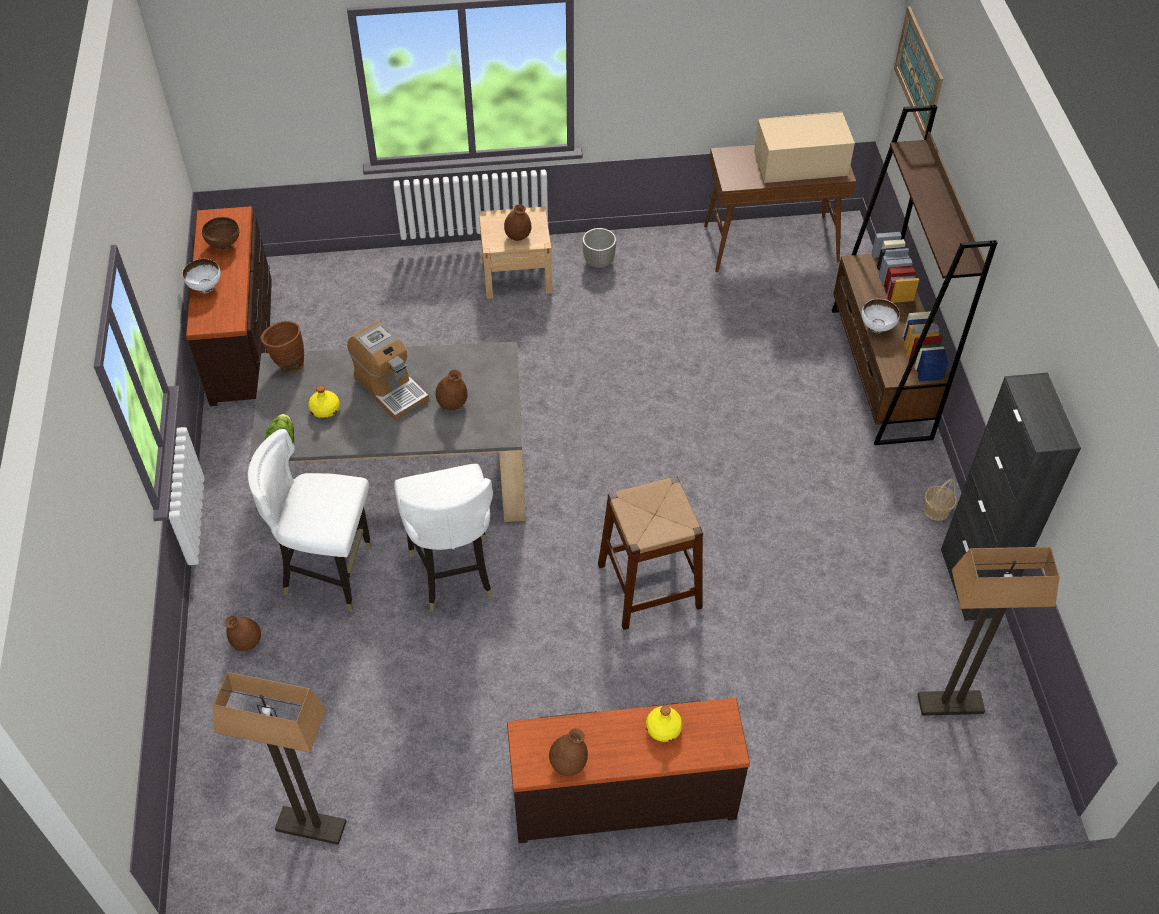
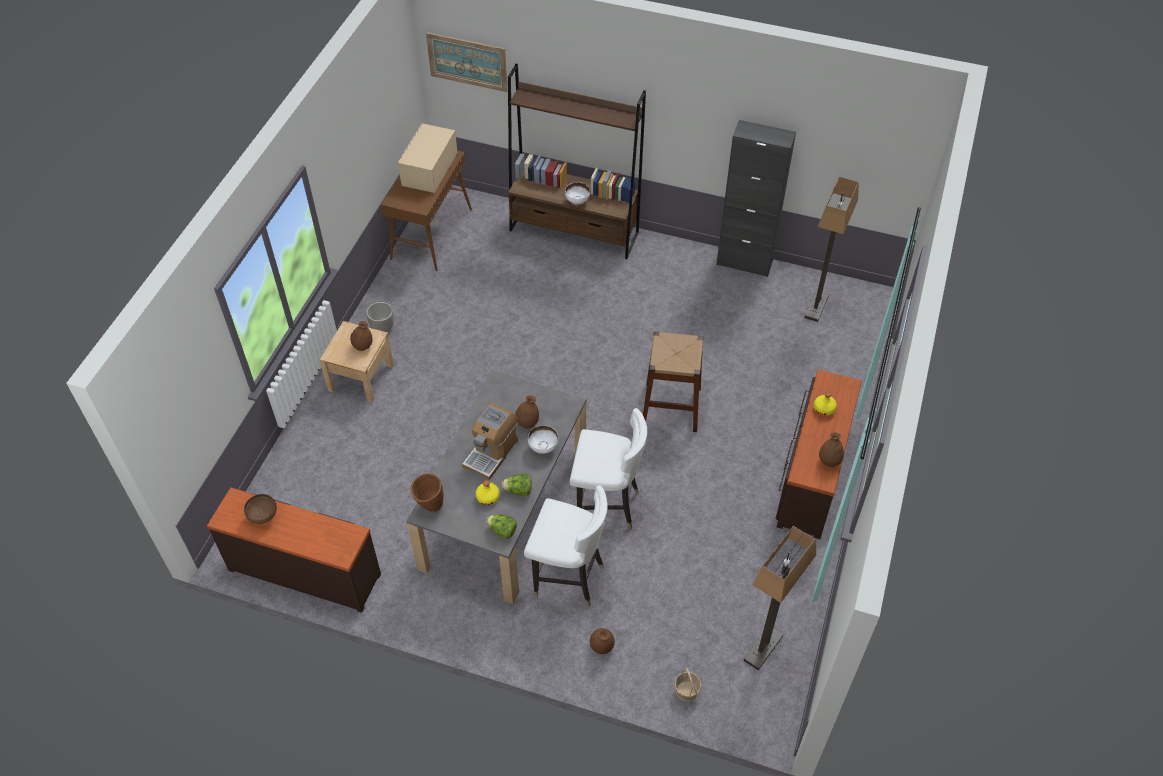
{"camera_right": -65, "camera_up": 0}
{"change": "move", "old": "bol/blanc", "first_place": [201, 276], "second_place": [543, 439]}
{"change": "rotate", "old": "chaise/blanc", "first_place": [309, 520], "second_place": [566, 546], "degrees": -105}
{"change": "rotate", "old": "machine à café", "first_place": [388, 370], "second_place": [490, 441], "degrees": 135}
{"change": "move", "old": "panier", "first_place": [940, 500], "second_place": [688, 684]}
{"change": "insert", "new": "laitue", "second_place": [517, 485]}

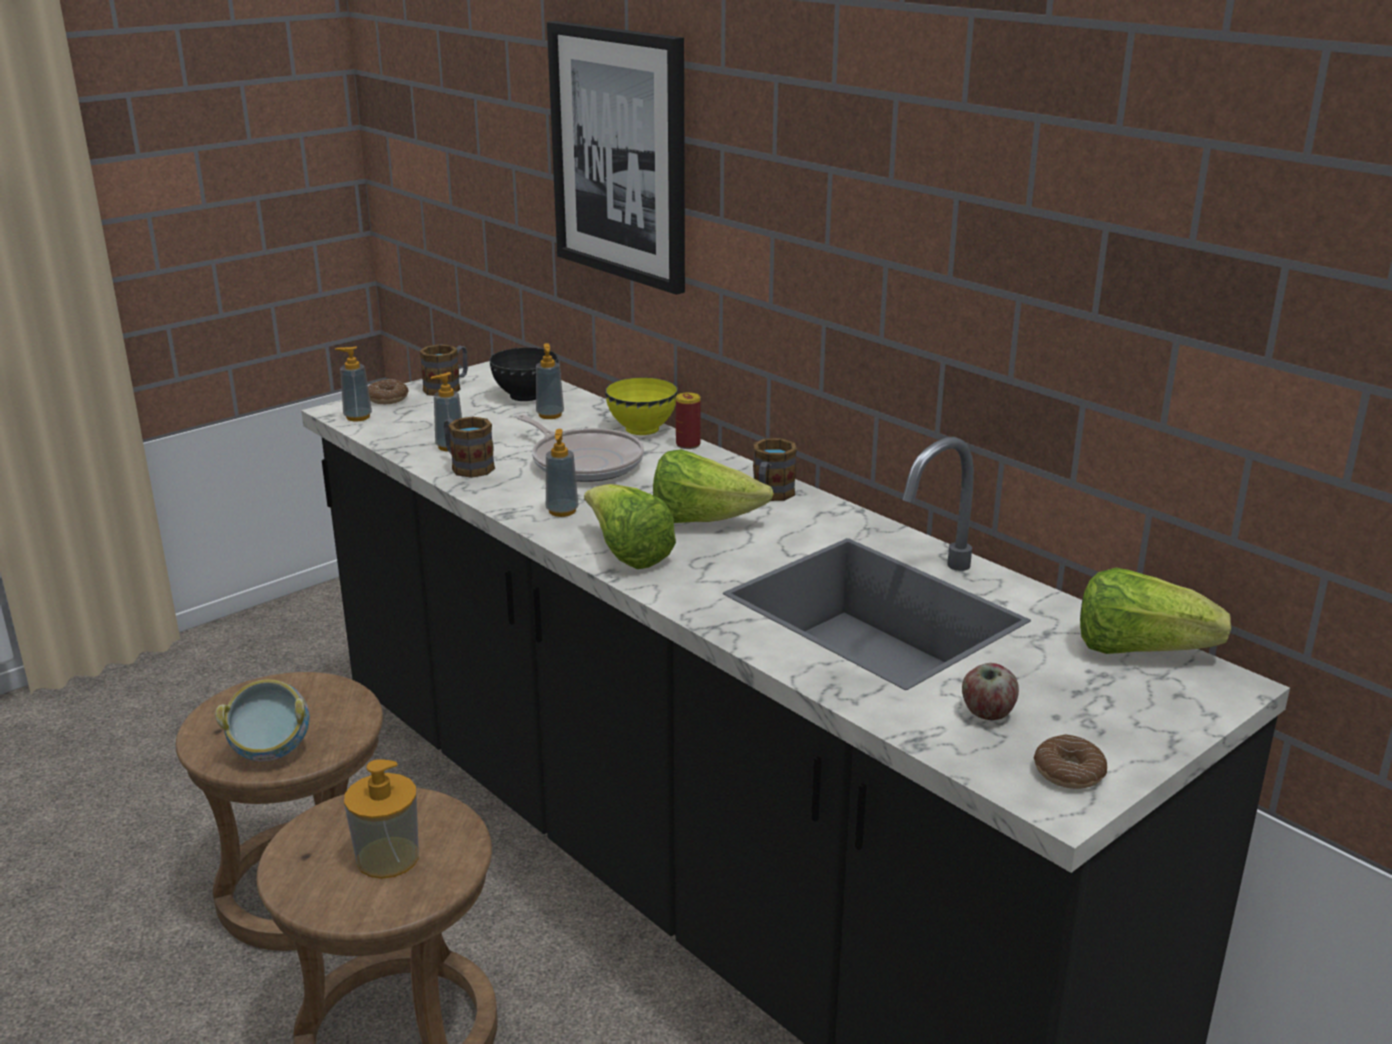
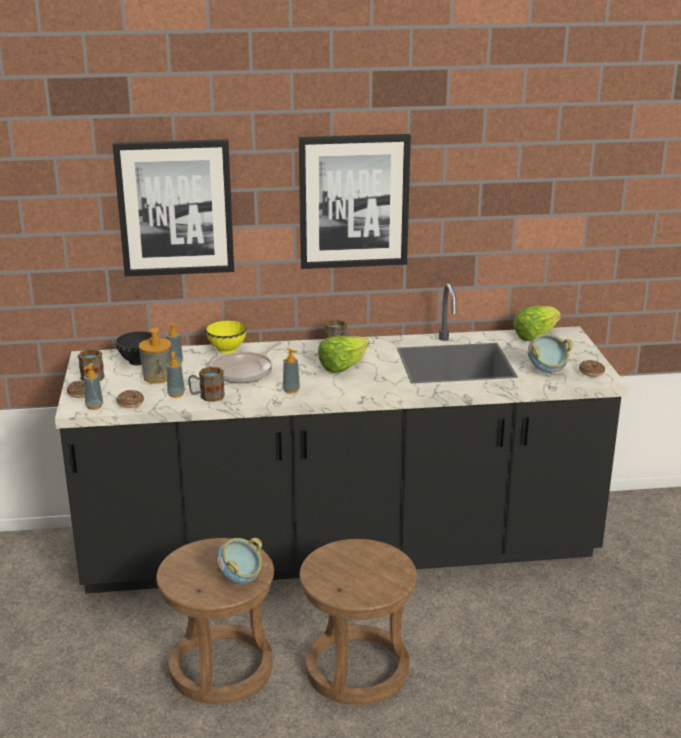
{"camera_right": -55, "camera_up": 0}
{"change": "move", "old": "distributeur de savon", "first_place": [381, 819], "second_place": [155, 355]}
{"change": "rotate", "old": "poêle", "first_place": [580, 448], "second_place": [246, 362], "degrees": 135}
{"change": "delete", "old": "laitue", "first_place": [630, 526]}
{"change": "delete", "old": "boîte métallique", "first_place": [688, 420]}
{"change": "replace", "old": "pomme", "new": "bol", "first_place": [990, 691], "second_place": [550, 353]}
{"change": "insert", "new": "beignet", "second_place": [130, 399]}
{"change": "insert", "new": "tableau", "second_place": [355, 201]}

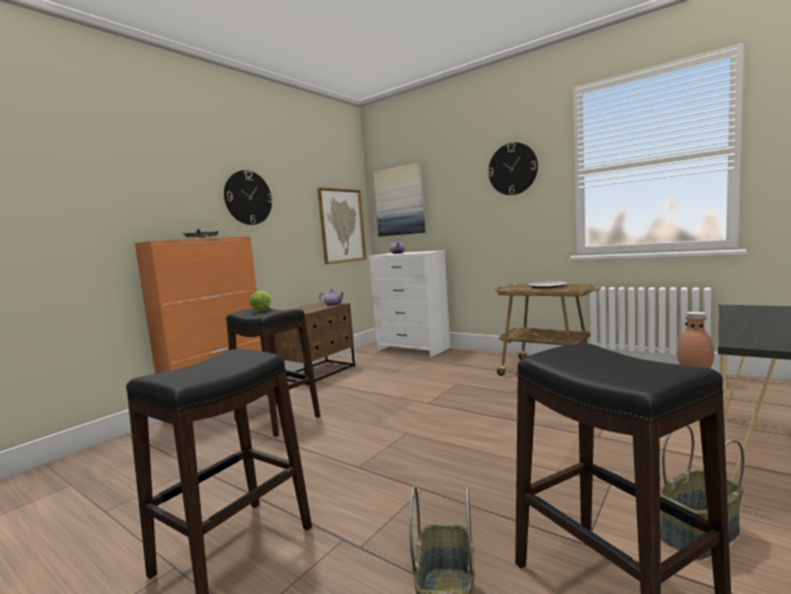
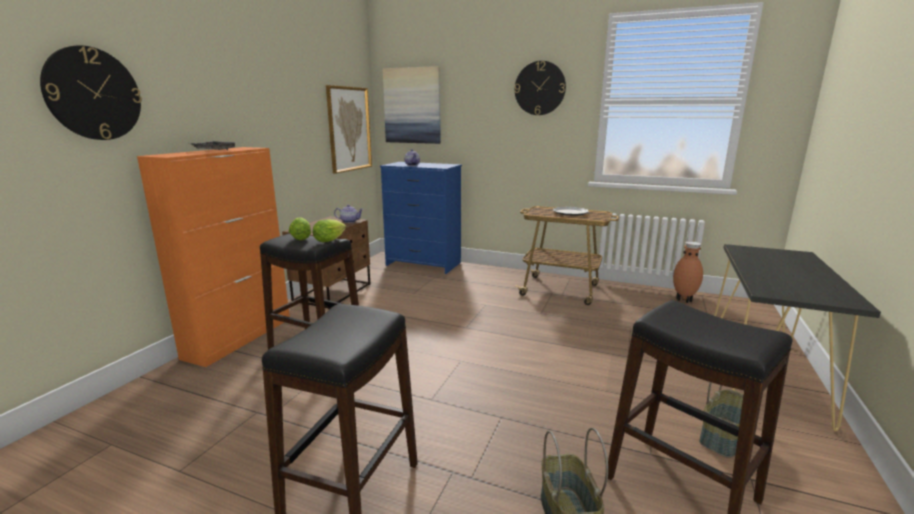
{"camera_right": -15, "camera_up": 10}
{"change": "move", "old": "horloge murale", "first_place": [248, 197], "second_place": [91, 92]}
{"change": "recolor", "old": "commode/blanc", "new": "commode/bleu", "first_place": [410, 303], "second_place": [421, 218]}
{"change": "insert", "new": "laitue", "second_place": [329, 230]}

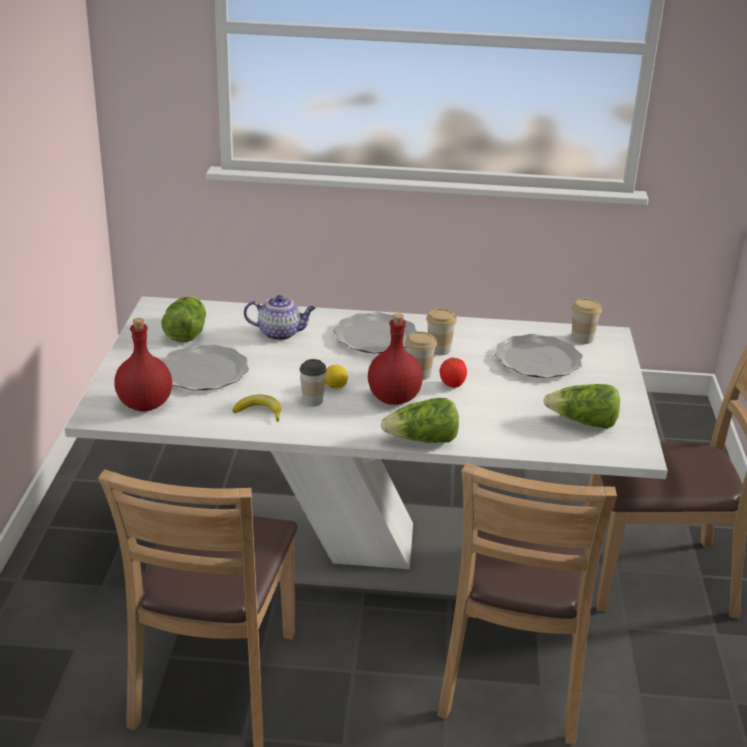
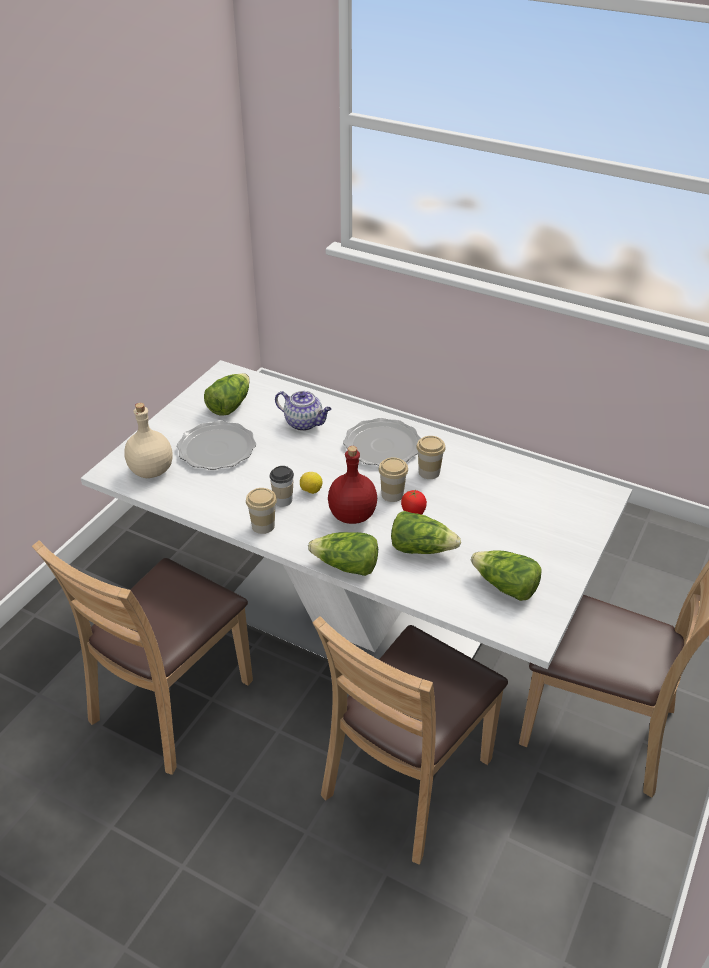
{"camera_right": 25, "camera_up": 10}
{"change": "recolor", "old": "bouteille/rouge", "new": "bouteille/beige", "first_place": [143, 365], "second_place": [148, 440]}
{"change": "delete", "old": "banane", "first_place": [257, 408]}
{"change": "delete", "old": "assiette", "first_place": [539, 356]}
{"change": "move", "old": "tasse", "first_place": [586, 321], "second_place": [261, 511]}
{"change": "insert", "new": "laitue", "second_place": [426, 532]}

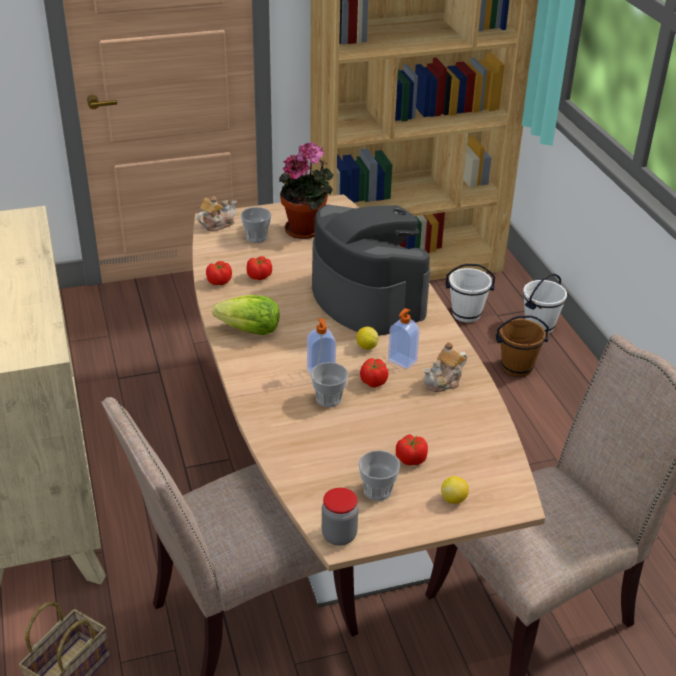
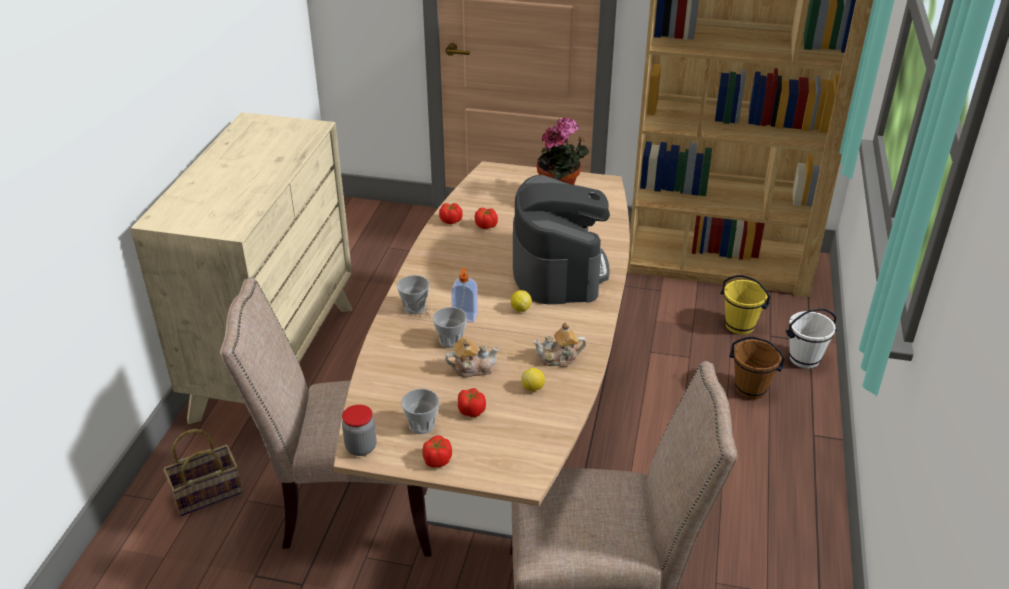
{"camera_right": 30, "camera_up": 0}
{"change": "move", "old": "théière", "first_place": [217, 214], "second_place": [472, 357]}
{"change": "delete", "old": "laitue", "first_place": [246, 315]}
{"change": "move", "old": "tasse", "first_place": [256, 225], "second_place": [413, 294]}
{"change": "move", "old": "tomate", "first_place": [374, 372], "second_place": [437, 451]}
{"change": "delete", "old": "distributeur de savon", "first_place": [404, 338]}
{"change": "move", "old": "citron", "first_place": [455, 490], "second_place": [533, 379]}
{"change": "recolor", "old": "seau/blanc", "new": "seau/jaune", "first_place": [470, 293], "second_place": [745, 305]}

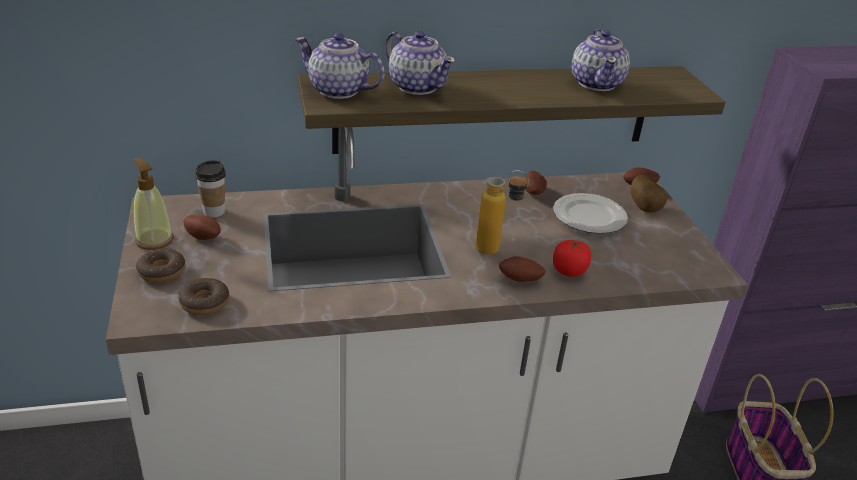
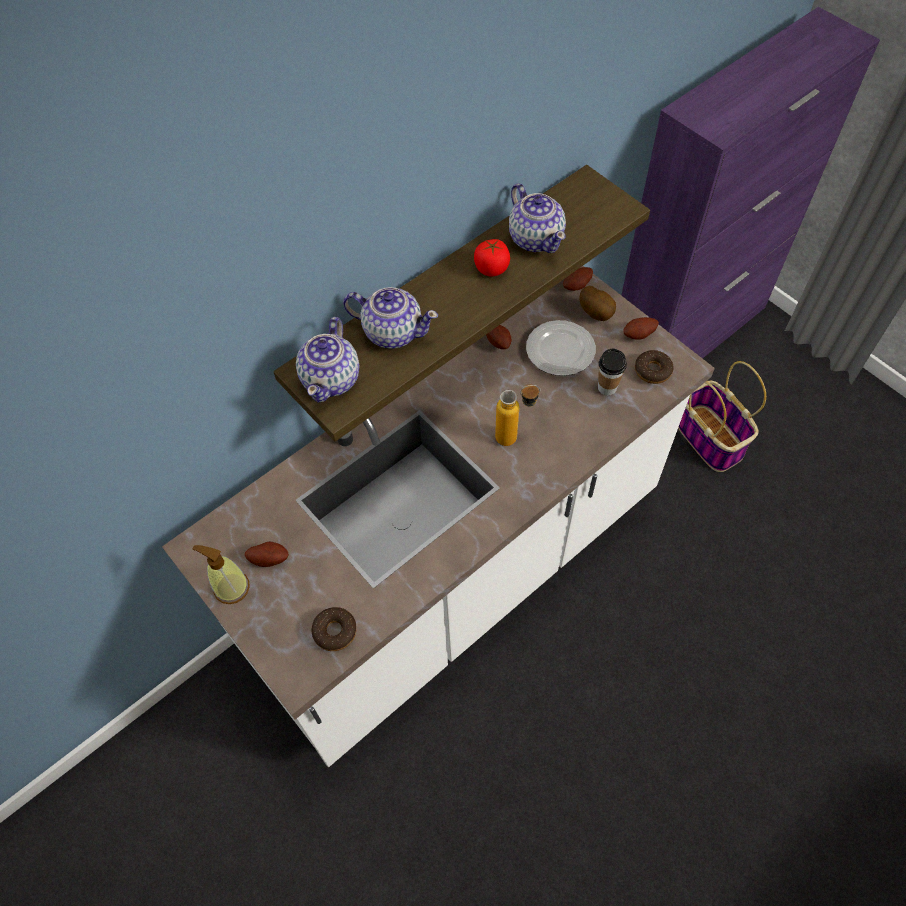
{"camera_right": -25, "camera_up": 25}
{"change": "move", "old": "beignet", "first_place": [160, 265], "second_place": [654, 367]}
{"change": "move", "old": "tasse", "first_place": [210, 189], "second_place": [612, 371]}
{"change": "rotate", "old": "théière", "first_place": [340, 66], "second_place": [327, 360], "degrees": -75}
{"change": "move", "old": "pomme de terre", "first_place": [522, 269], "second_place": [641, 328]}
{"change": "move", "old": "tomate", "first_place": [572, 258], "second_place": [492, 257]}

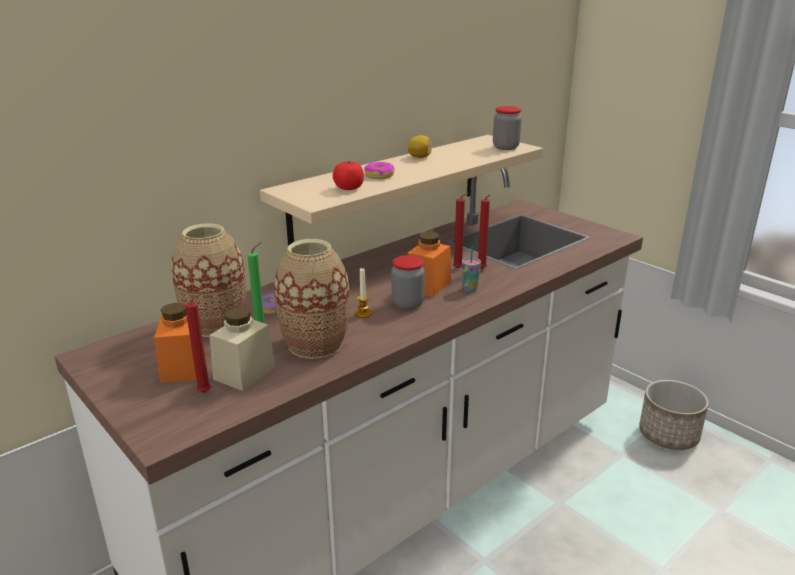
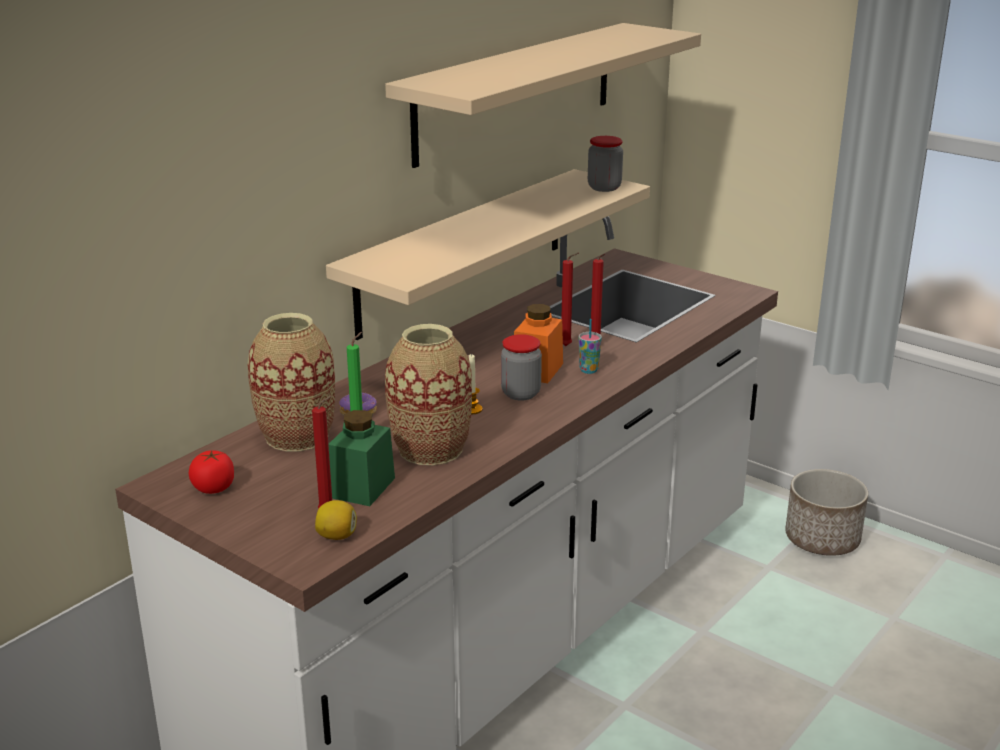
{"camera_right": -10, "camera_up": 0}
{"change": "delete", "old": "bocal/orange", "first_place": [179, 343]}
{"change": "recolor", "old": "bocal/beige", "new": "bocal/vert", "first_place": [242, 349], "second_place": [361, 458]}
{"change": "move", "old": "tomate", "first_place": [348, 175], "second_place": [211, 472]}
{"change": "delete", "old": "beignet", "first_place": [379, 170]}
{"change": "move", "old": "citron", "first_place": [420, 146], "second_place": [336, 520]}
{"change": "insert", "new": "étagère/beige", "second_place": [543, 95]}

